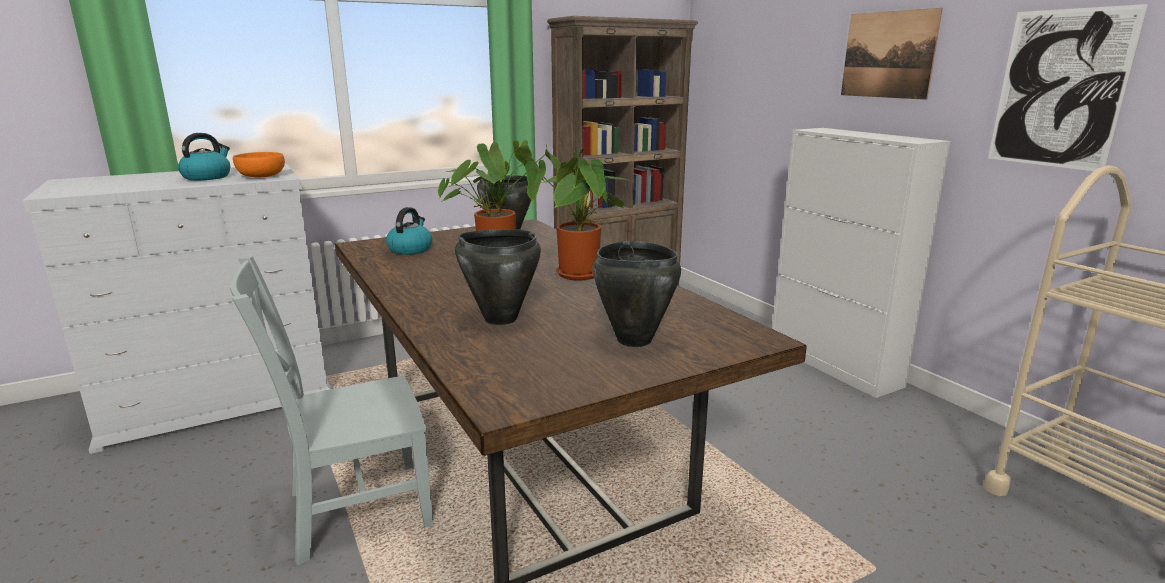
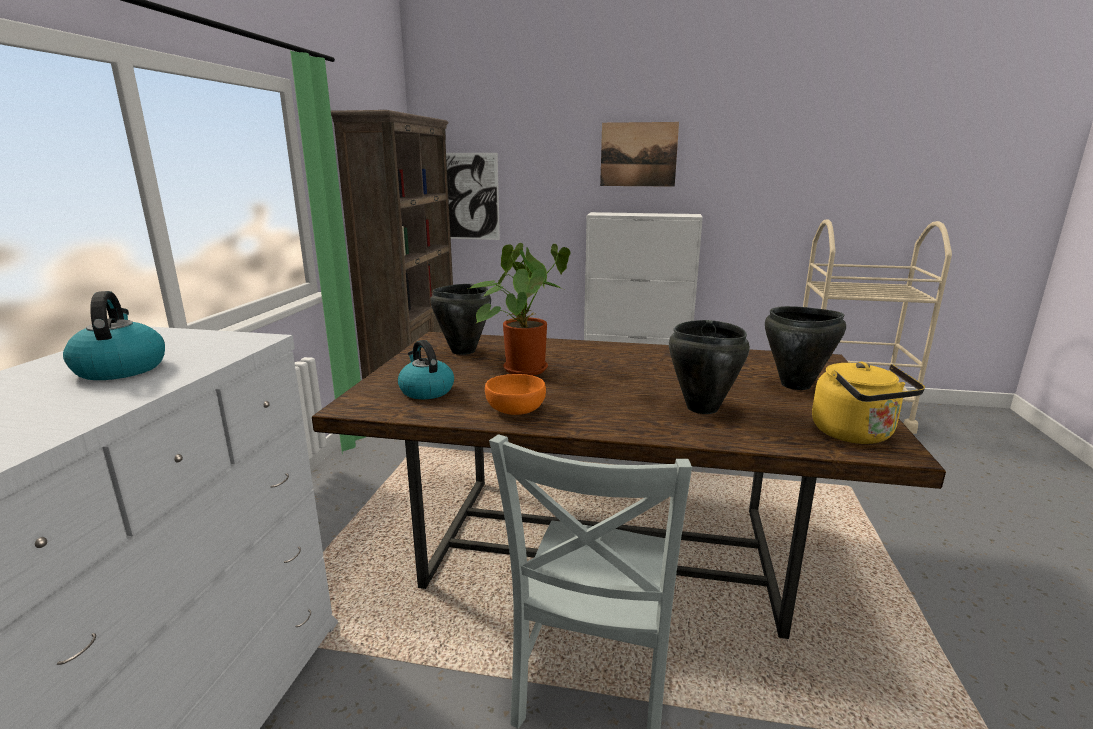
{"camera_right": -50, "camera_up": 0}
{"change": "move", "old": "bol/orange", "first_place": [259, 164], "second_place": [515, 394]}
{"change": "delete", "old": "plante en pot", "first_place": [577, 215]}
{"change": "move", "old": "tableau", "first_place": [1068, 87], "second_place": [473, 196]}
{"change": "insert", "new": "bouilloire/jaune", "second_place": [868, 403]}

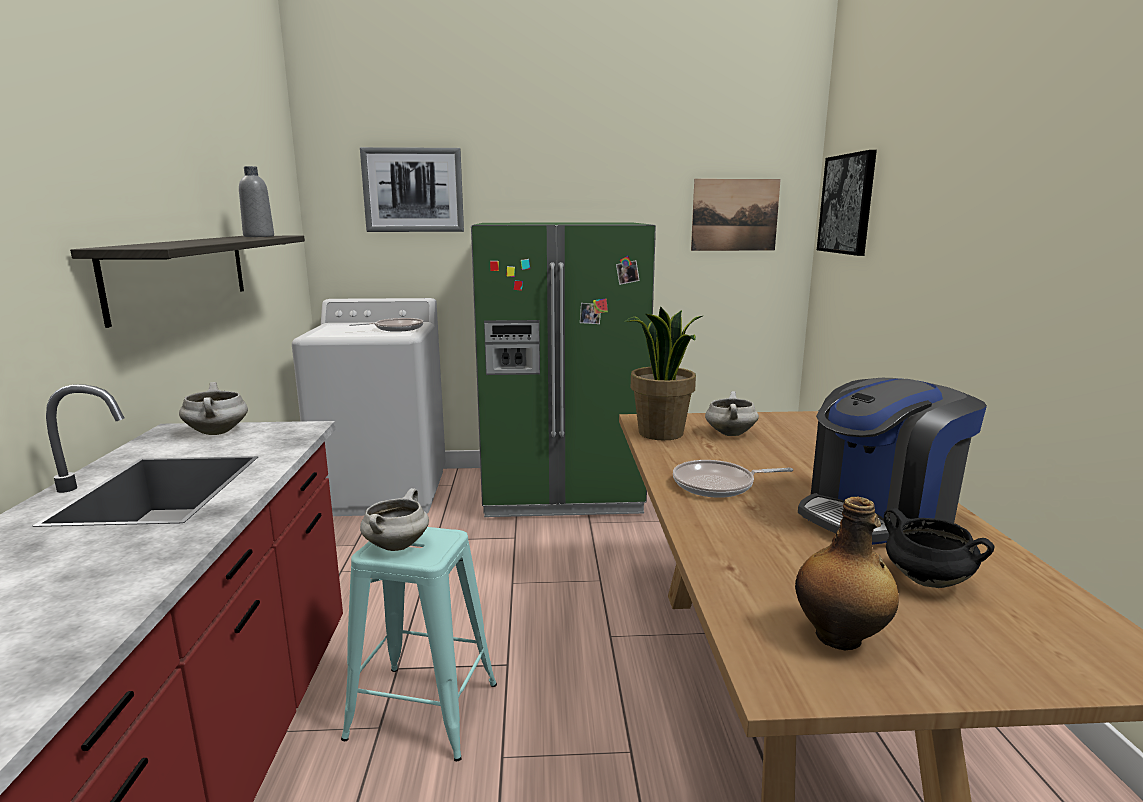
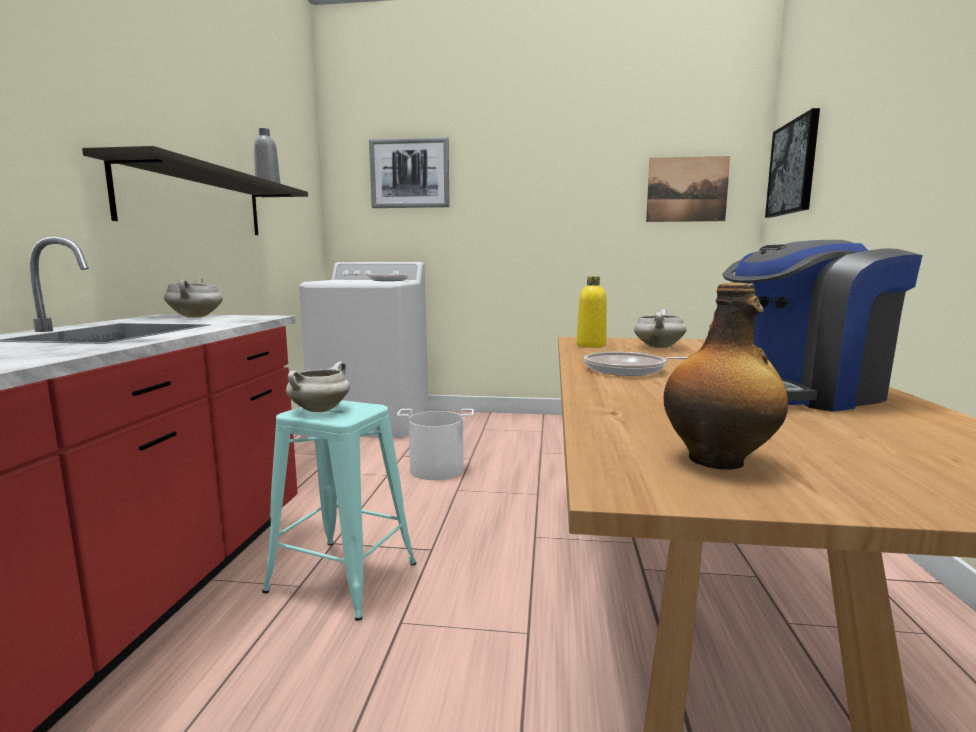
{"camera_right": 10, "camera_up": -5}
{"change": "delete", "old": "réfrigérateur/vert", "first_place": [563, 370]}
{"change": "replace", "old": "plante en pot", "new": "bouteille/jaune", "first_place": [663, 373], "second_place": [591, 312]}
{"change": "delete", "old": "marmite/noir", "first_place": [939, 548]}
{"change": "insert", "new": "seau/blanc", "second_place": [435, 444]}

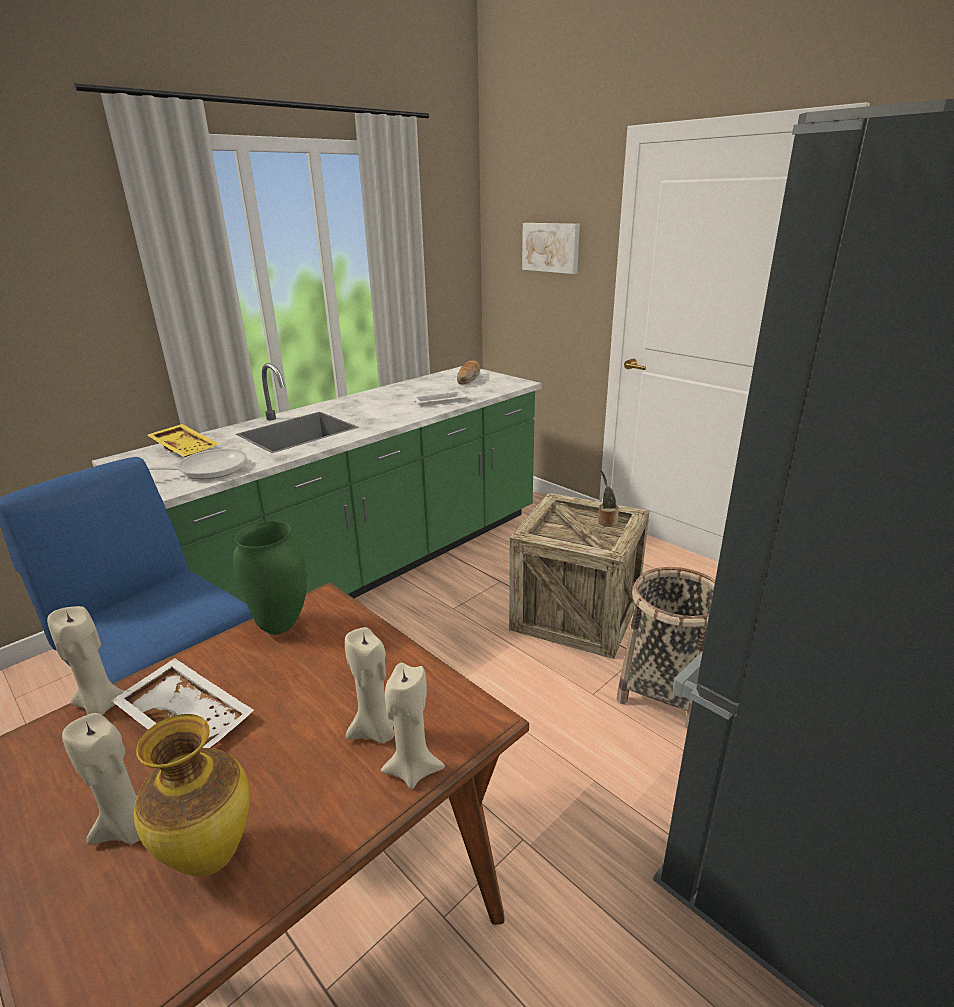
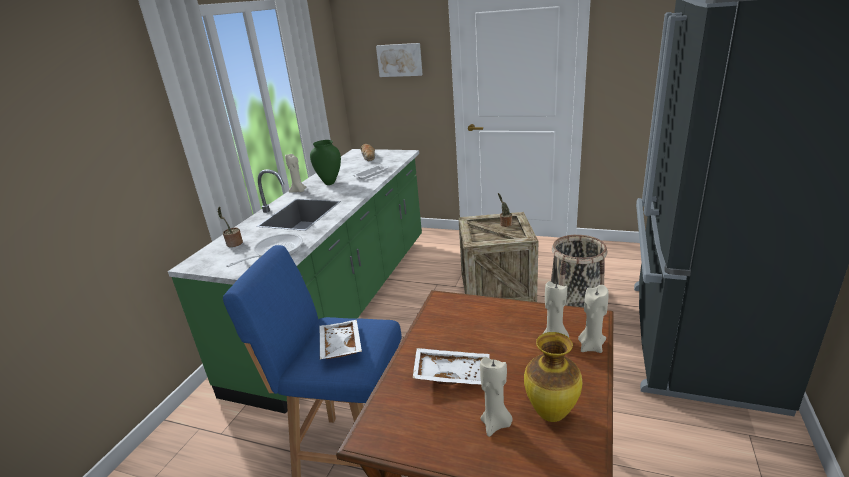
{"camera_right": -25, "camera_up": 0}
{"change": "move", "old": "bougie/beige", "first_place": [85, 660], "second_place": [295, 173]}
{"change": "replace", "old": "plateau/jaune", "new": "plante en pot", "first_place": [183, 440], "second_place": [230, 226]}
{"change": "move", "old": "vase/vert", "first_place": [270, 578], "second_place": [325, 162]}
{"change": "insert", "new": "plateau/blanc", "second_place": [341, 339]}

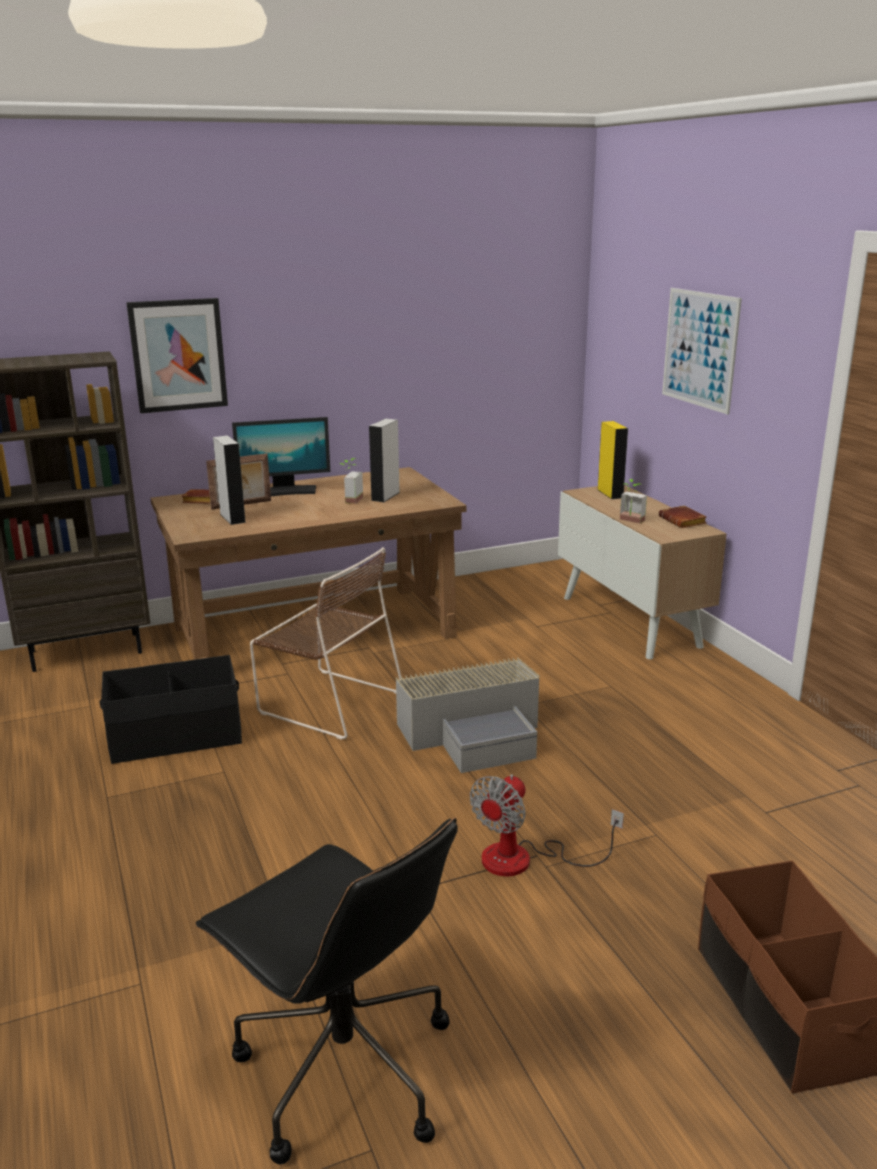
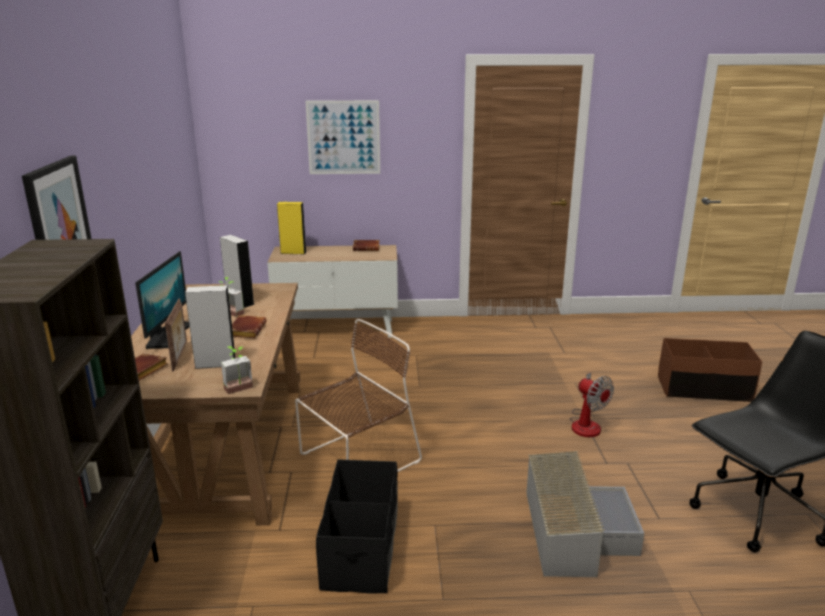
{"camera_right": -70, "camera_up": 0}
{"change": "move", "old": "boîte de rangement/gris", "first_place": [468, 715], "second_place": [585, 514]}
{"change": "move", "old": "plante en pot", "first_place": [633, 501], "second_place": [237, 370]}
{"change": "insert", "new": "livre/marron", "second_place": [249, 326]}

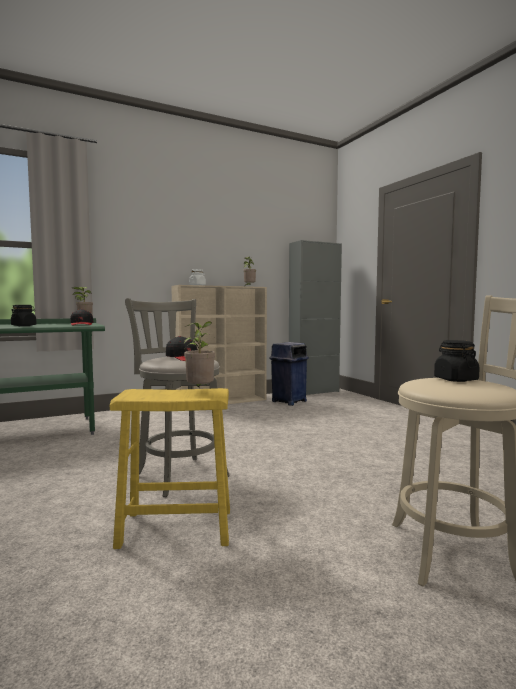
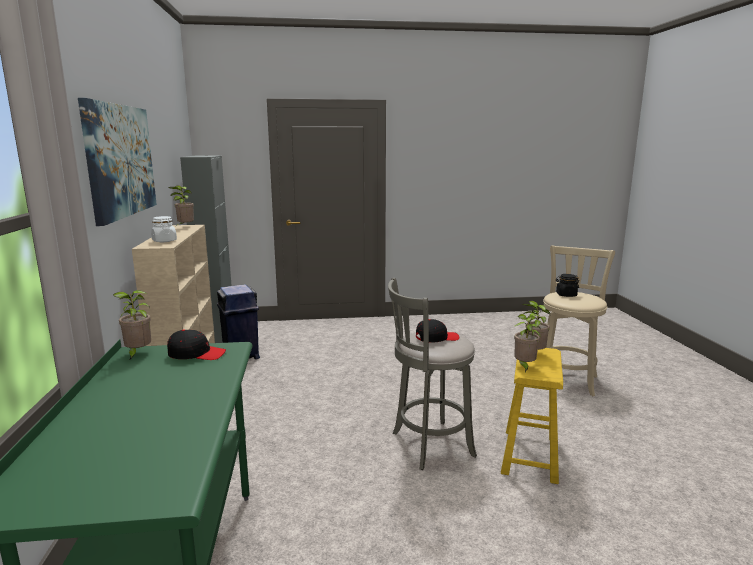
{"camera_right": -70, "camera_up": 10}
{"change": "delete", "old": "bocal/noir", "first_place": [23, 315]}
{"change": "insert", "new": "tableau", "second_place": [117, 162]}
{"change": "insert", "new": "plante en pot", "second_place": [527, 342]}

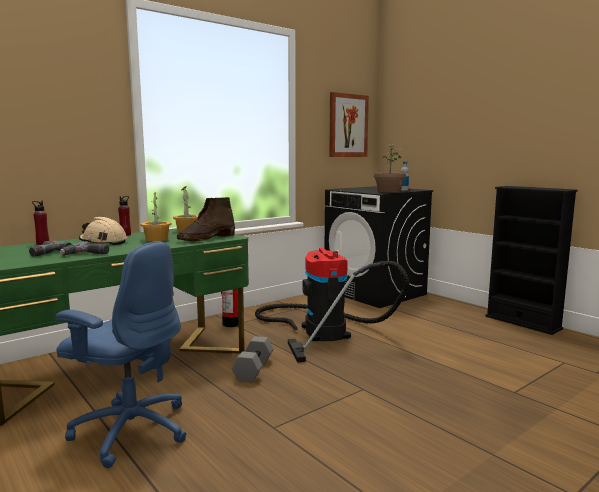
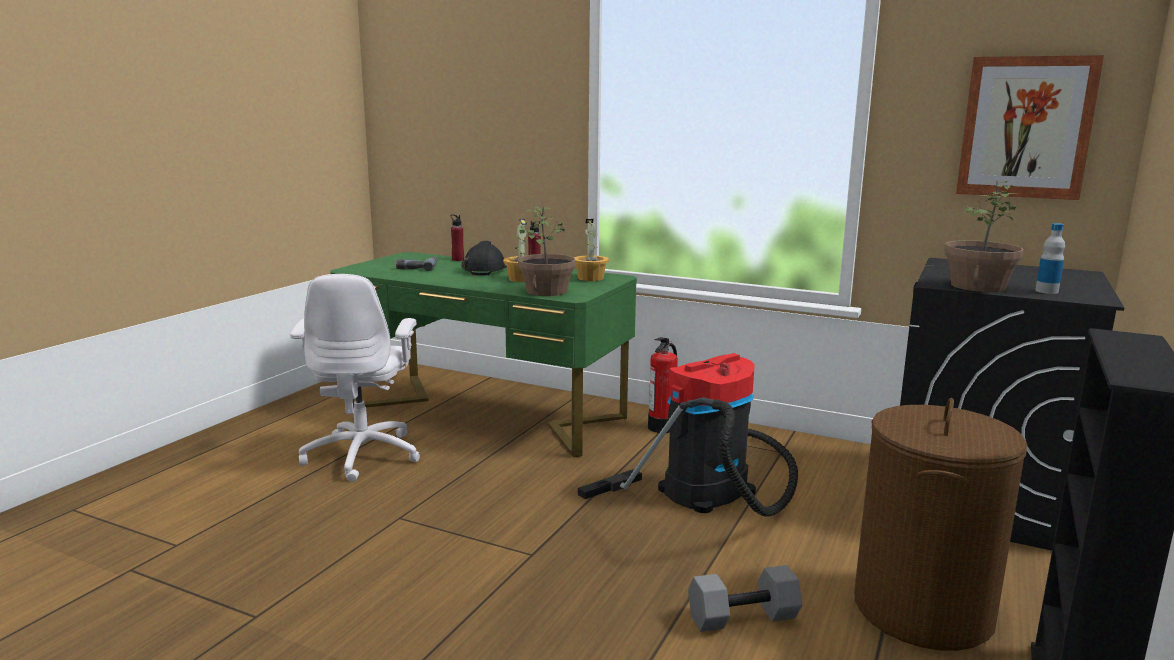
{"camera_right": 65, "camera_up": 5}
{"change": "recolor", "old": "chaise de bureau/bleu", "new": "chaise de bureau/blanc", "first_place": [121, 354], "second_place": [355, 378]}
{"change": "delete", "old": "perceuse", "first_place": [84, 248]}
{"change": "recolor", "old": "casque de chantier/beige", "new": "casque de chantier/noir", "first_place": [103, 231], "second_place": [484, 258]}
{"change": "replace", "old": "botte/marron", "new": "plante en pot", "first_place": [206, 219], "second_place": [547, 250]}
{"change": "move", "old": "haltère/gris", "first_place": [252, 359], "second_place": [745, 598]}
{"change": "insert", "new": "panier à linge/marron", "second_place": [940, 524]}

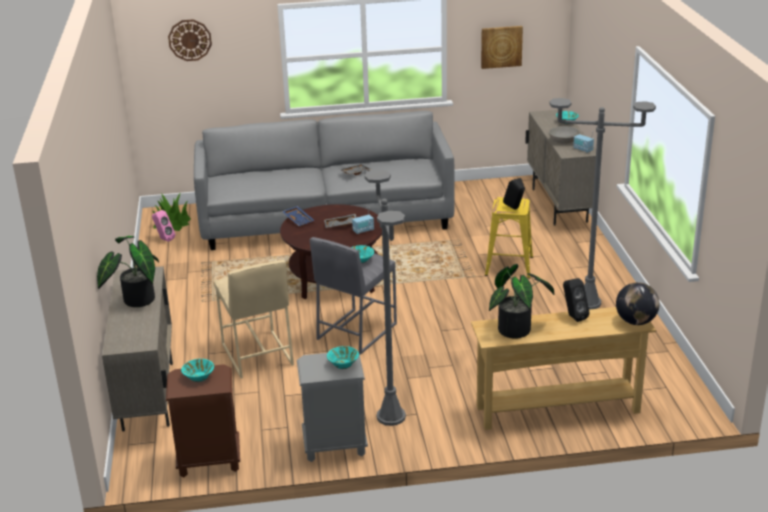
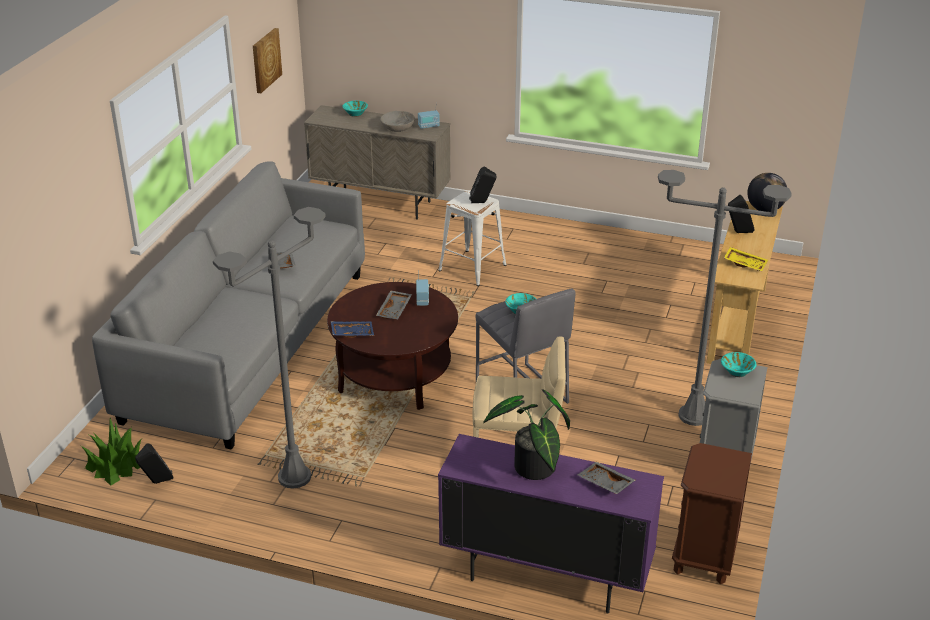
{"camera_right": -65, "camera_up": 5}
{"change": "recolor", "old": "meuble de rangement/beige", "new": "meuble de rangement/violet", "first_place": [137, 349], "second_place": [551, 524]}
{"change": "recolor", "old": "enceinte/rose", "new": "enceinte/noir", "first_place": [163, 226], "second_place": [154, 463]}
{"change": "delete", "old": "horloge murale", "first_place": [190, 40]}
{"change": "delete", "old": "bol/turquoise", "first_place": [197, 370]}
{"change": "recolor", "old": "tabouret/jaune", "new": "tabouret/blanc", "first_place": [509, 238], "second_place": [472, 238]}
{"change": "replace", "old": "plante en pot", "new": "plateau/jaune", "first_place": [521, 301], "second_place": [746, 259]}
{"change": "move", "old": "lampadaire/gris", "first_place": [603, 204], "second_place": [269, 348]}
{"change": "insert", "new": "plateau/gris", "second_place": [606, 478]}

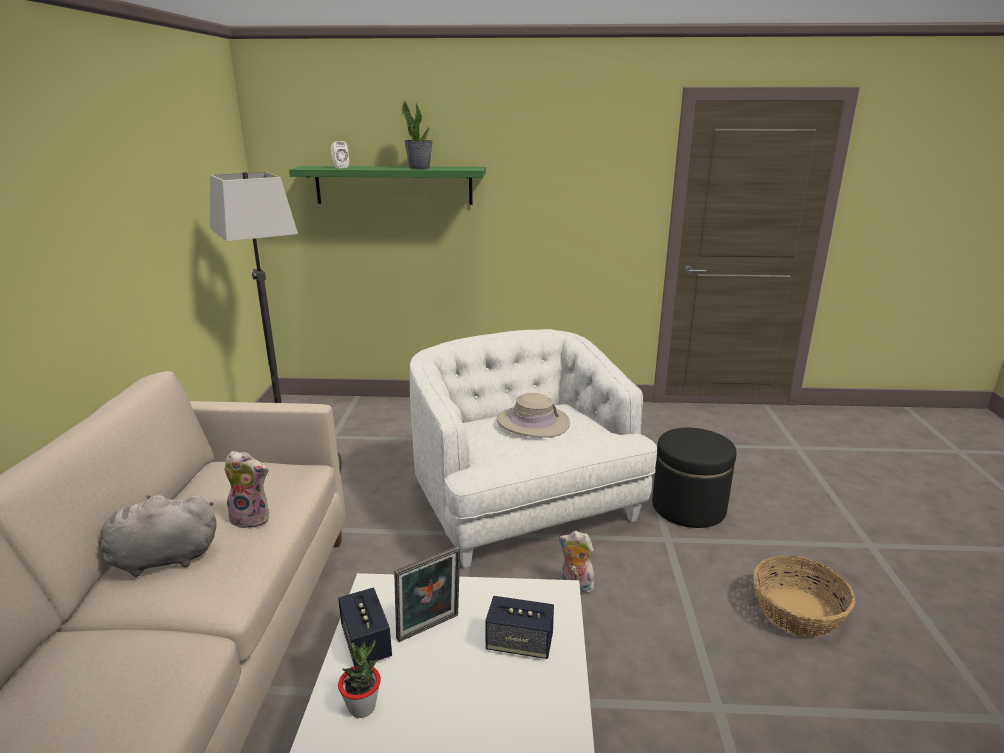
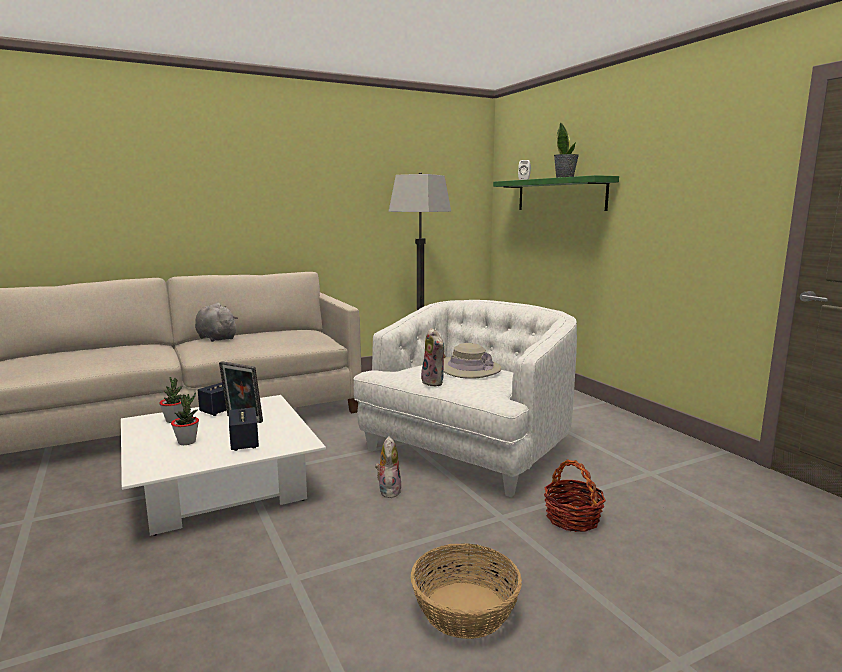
{"camera_right": 60, "camera_up": -10}
{"change": "move", "old": "peluche", "first_place": [246, 490], "second_place": [433, 357]}
{"change": "replace", "old": "pouf/noir", "new": "panier", "first_place": [694, 478], "second_place": [575, 495]}
{"change": "insert", "new": "plante en pot", "second_place": [185, 419]}

